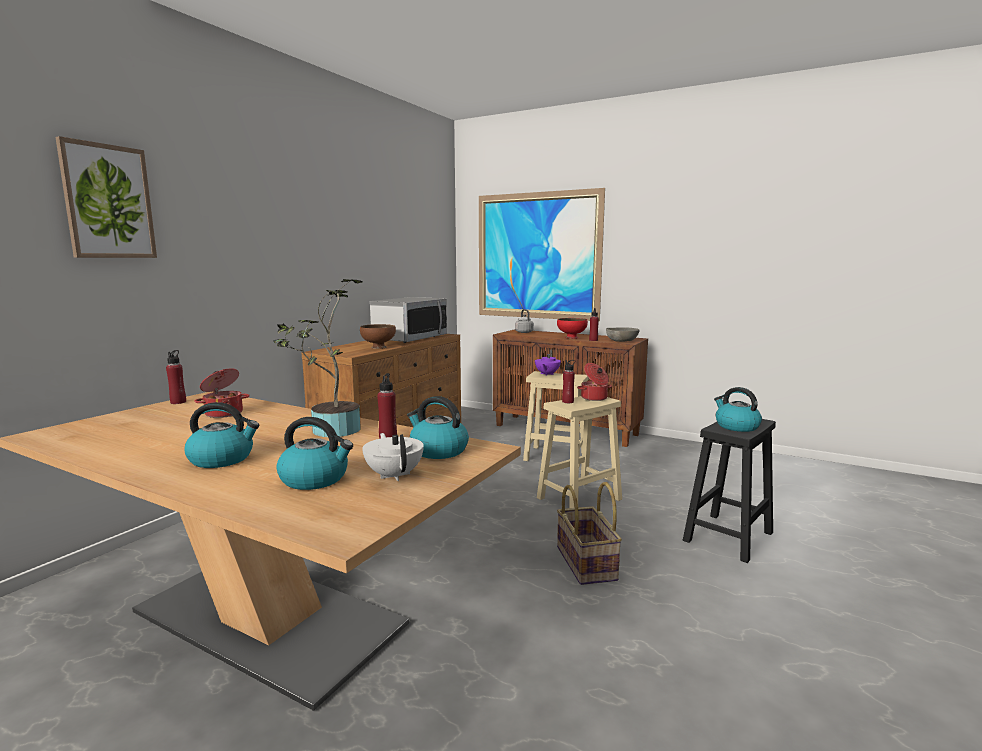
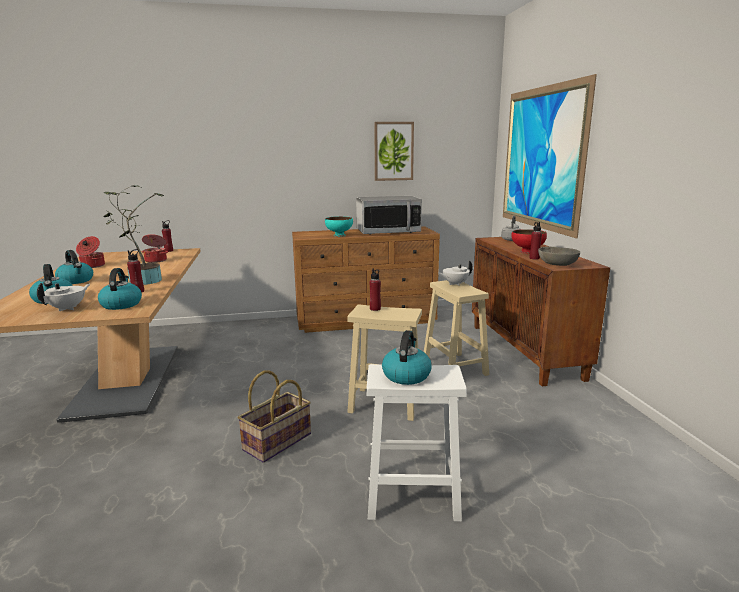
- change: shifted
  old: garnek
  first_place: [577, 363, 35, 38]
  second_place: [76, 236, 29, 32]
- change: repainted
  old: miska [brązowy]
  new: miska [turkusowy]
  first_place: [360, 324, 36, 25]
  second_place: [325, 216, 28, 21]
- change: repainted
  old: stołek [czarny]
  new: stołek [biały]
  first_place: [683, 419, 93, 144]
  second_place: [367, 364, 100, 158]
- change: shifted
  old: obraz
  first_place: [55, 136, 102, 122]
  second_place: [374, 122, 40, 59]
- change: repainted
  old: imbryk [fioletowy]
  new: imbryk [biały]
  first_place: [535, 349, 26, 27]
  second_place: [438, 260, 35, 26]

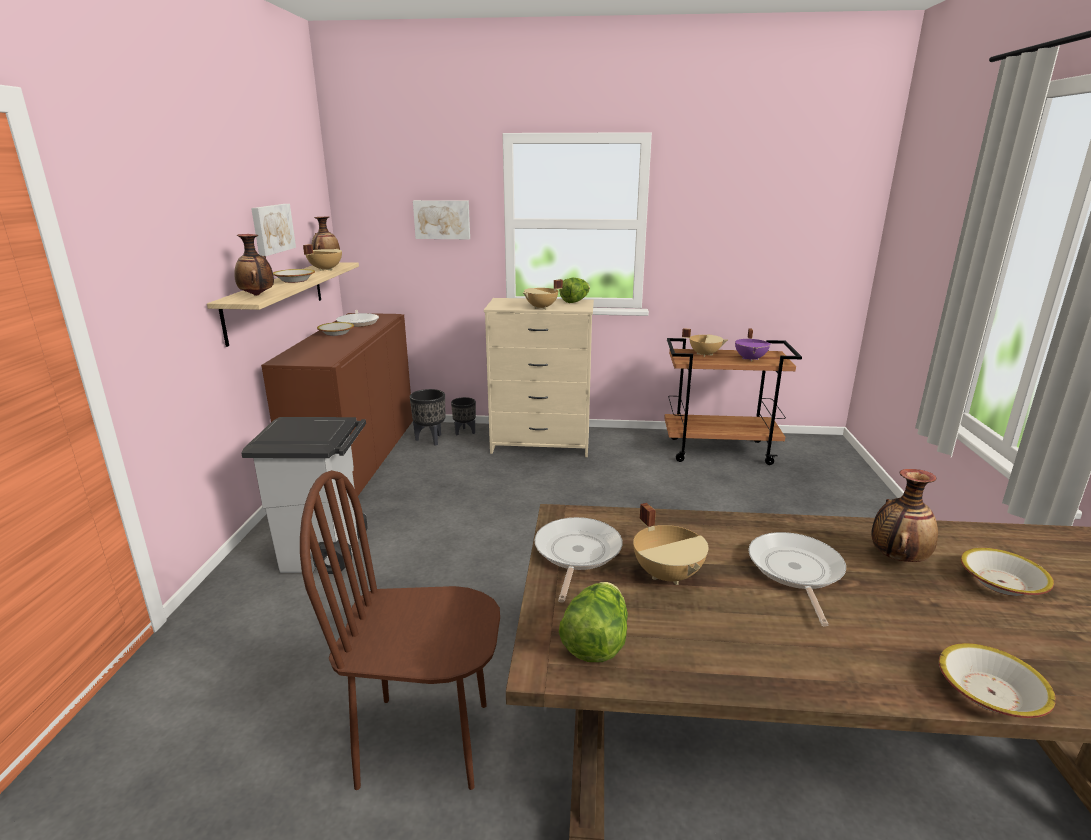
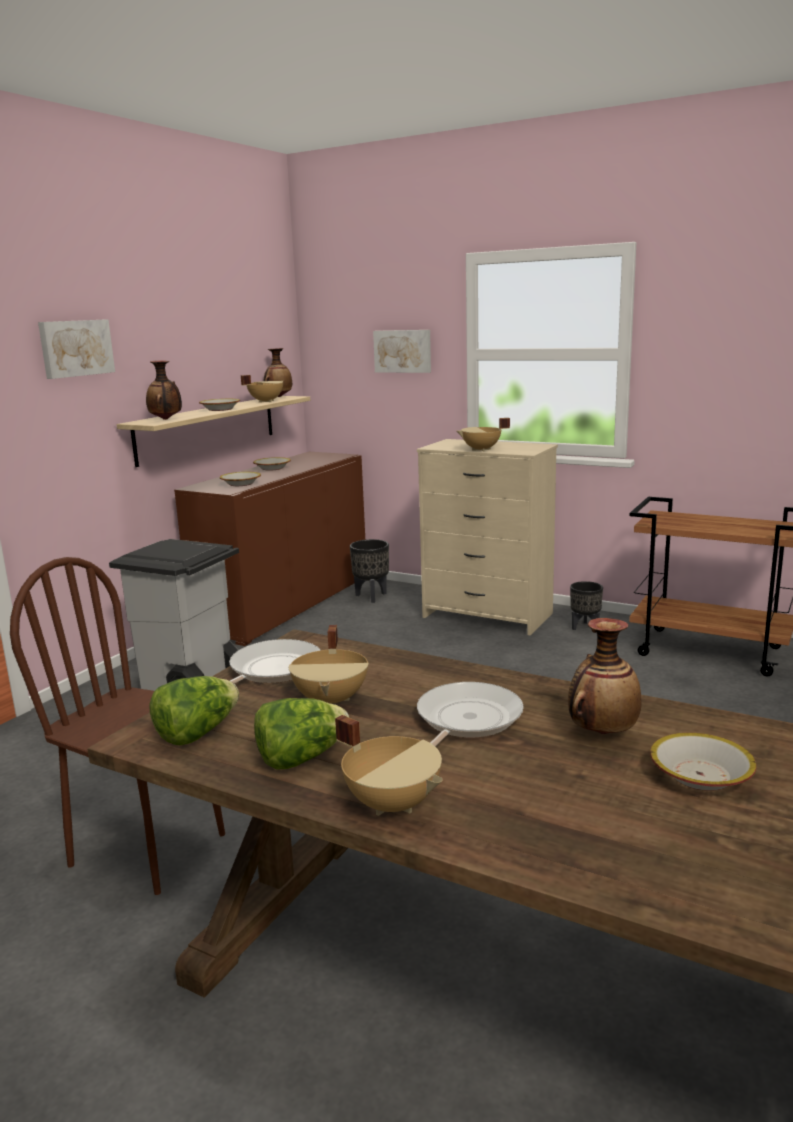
- change: shifted
  old: obraz
  first_place: [251, 204, 45, 52]
  second_place: [38, 319, 77, 60]
- change: shifted
  old: miska
  first_place: [939, 643, 117, 75]
  second_place: [220, 472, 41, 14]
- change: shifted
  old: sałata
  first_place: [559, 278, 31, 25]
  second_place: [254, 698, 95, 72]
- change: shifted
  old: garnek [beżowy]
  first_place: [682, 328, 46, 29]
  second_place: [335, 715, 108, 101]
- change: shifted
  old: donica [czarny]
  first_place: [451, 397, 25, 38]
  second_place: [570, 581, 33, 49]
- change: gone
  old: patelnia
  first_place: [336, 310, 43, 17]
- change: gone
  old: garnek [fioletowy]
  first_place: [735, 329, 36, 33]

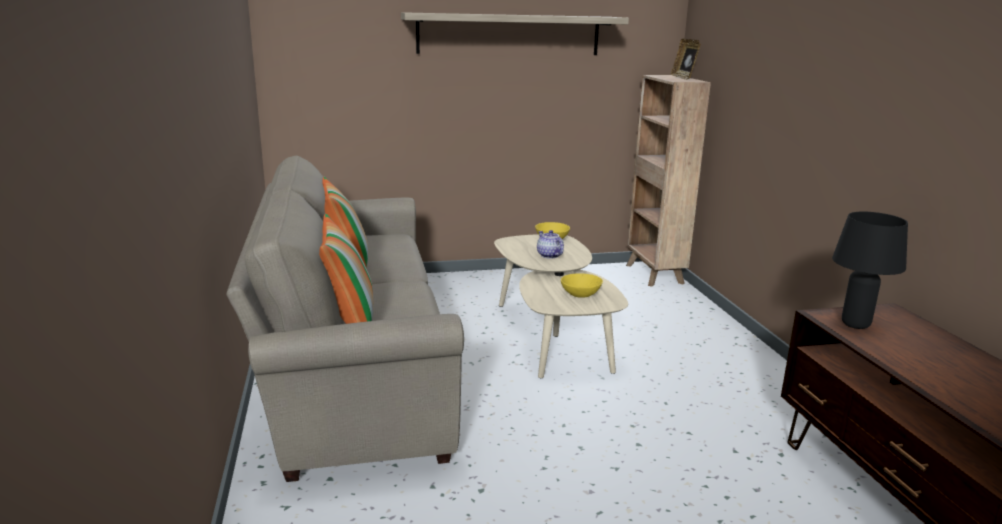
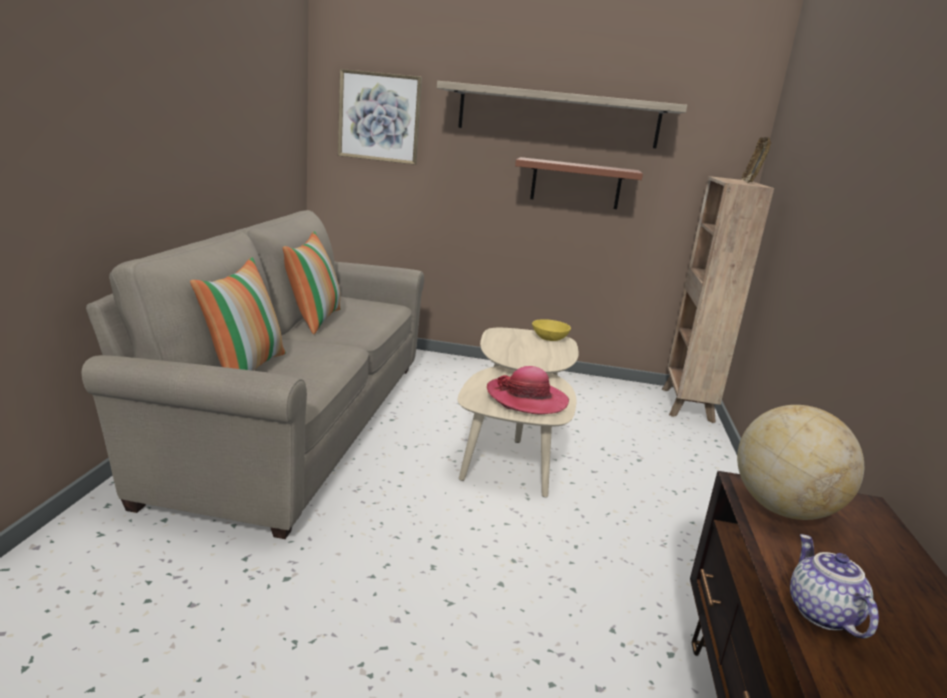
- change: new
  new: obraz
  second_place: [338, 69, 84, 96]
- change: swapped
  old: miska [żółty]
  new: kapelusz
  first_place: [561, 273, 42, 25]
  second_place: [487, 366, 82, 48]
- change: new
  new: półka [brązowy]
  second_place: [515, 157, 128, 52]
- change: swapped
  old: lampa stołowa [czarny]
  new: globus
  first_place: [832, 211, 76, 118]
  second_place: [737, 405, 127, 115]
- change: shifted
  old: imbryk
  first_place: [537, 230, 27, 29]
  second_place: [790, 534, 89, 105]

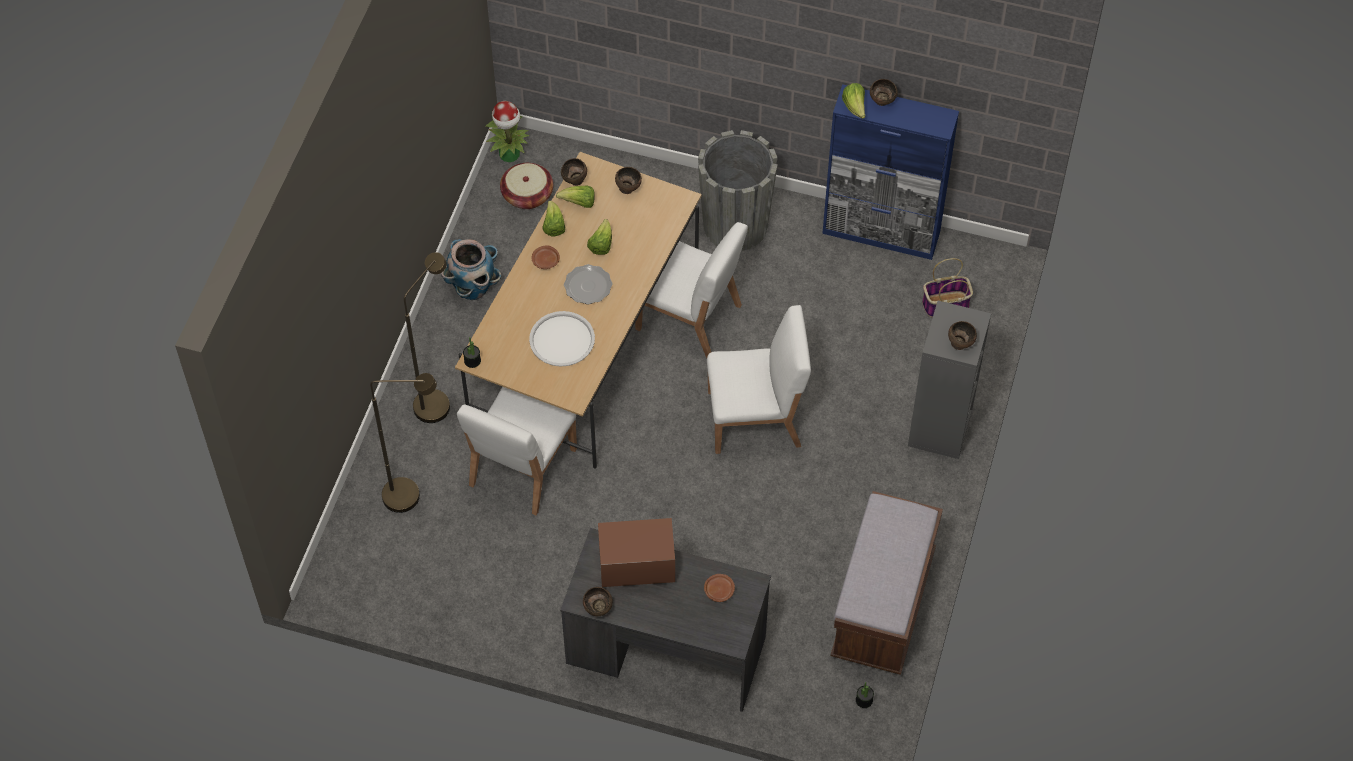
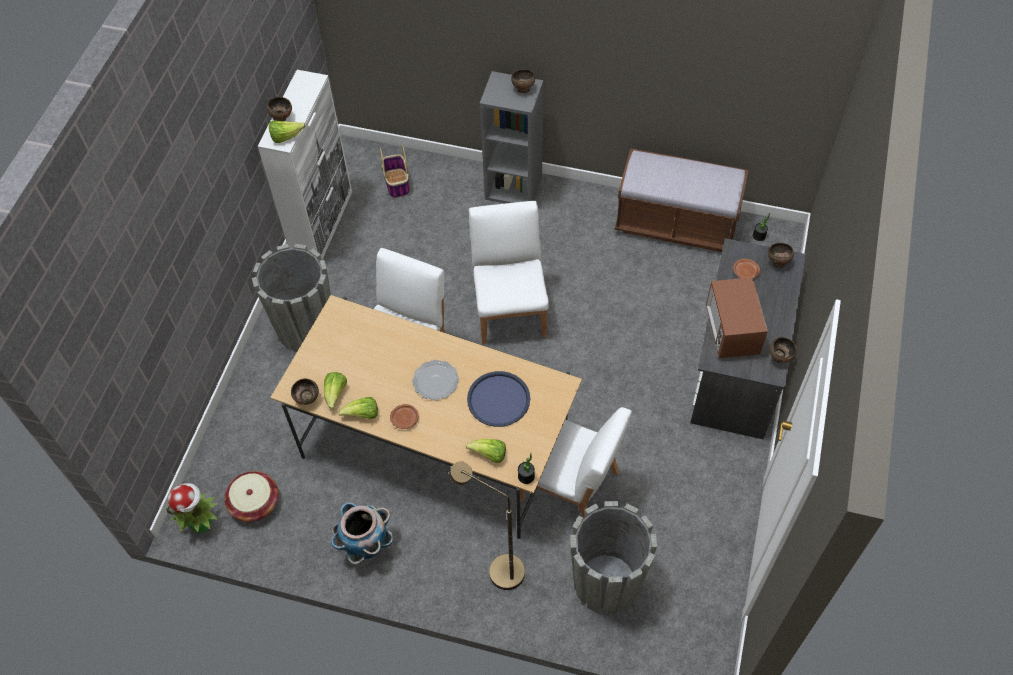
- change: repainted
  old: szafka [niebieski]
  new: szafka [biały]
  first_place: [822, 84, 137, 176]
  second_place: [258, 70, 94, 190]
- change: shifted
  old: sałata
  first_place: [587, 219, 25, 36]
  second_place: [466, 439, 40, 24]
- change: repainted
  old: taca [biały]
  new: taca [niebieski]
  first_place: [529, 311, 66, 56]
  second_place: [467, 371, 63, 56]
- change: swapped
  old: lampa stojąca [brązowy]
  new: donica [szary]
  first_place: [370, 373, 67, 140]
  second_place: [570, 501, 87, 114]
- change: shifted
  old: miska [brązowy]
  first_place: [615, 167, 27, 27]
  second_place: [768, 243, 26, 25]

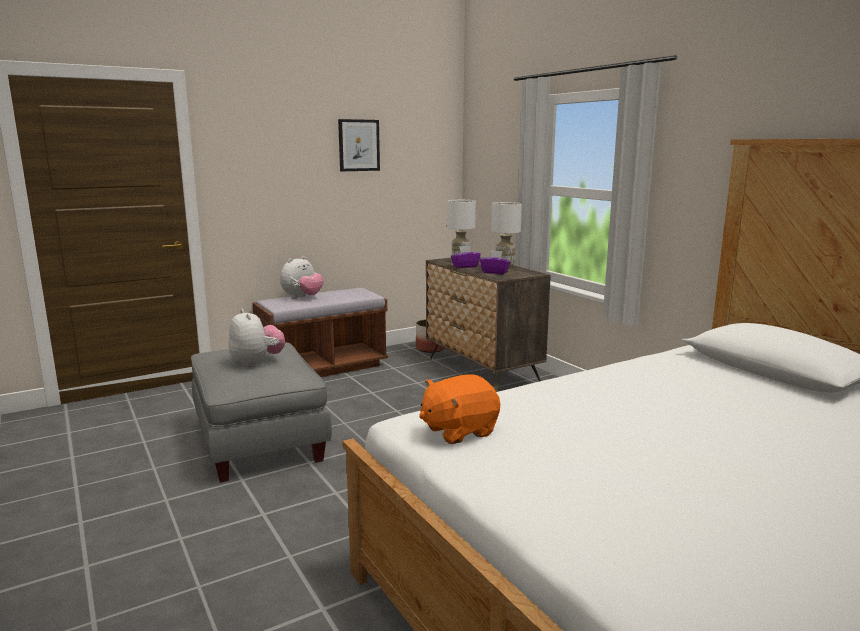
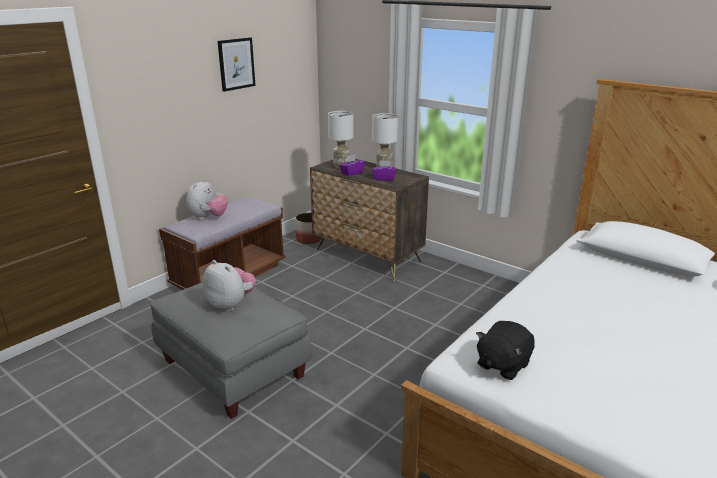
- change: repainted
  old: pluszak [pomarańczowy]
  new: pluszak [czarny]
  first_place: [419, 374, 81, 70]
  second_place: [476, 321, 59, 59]

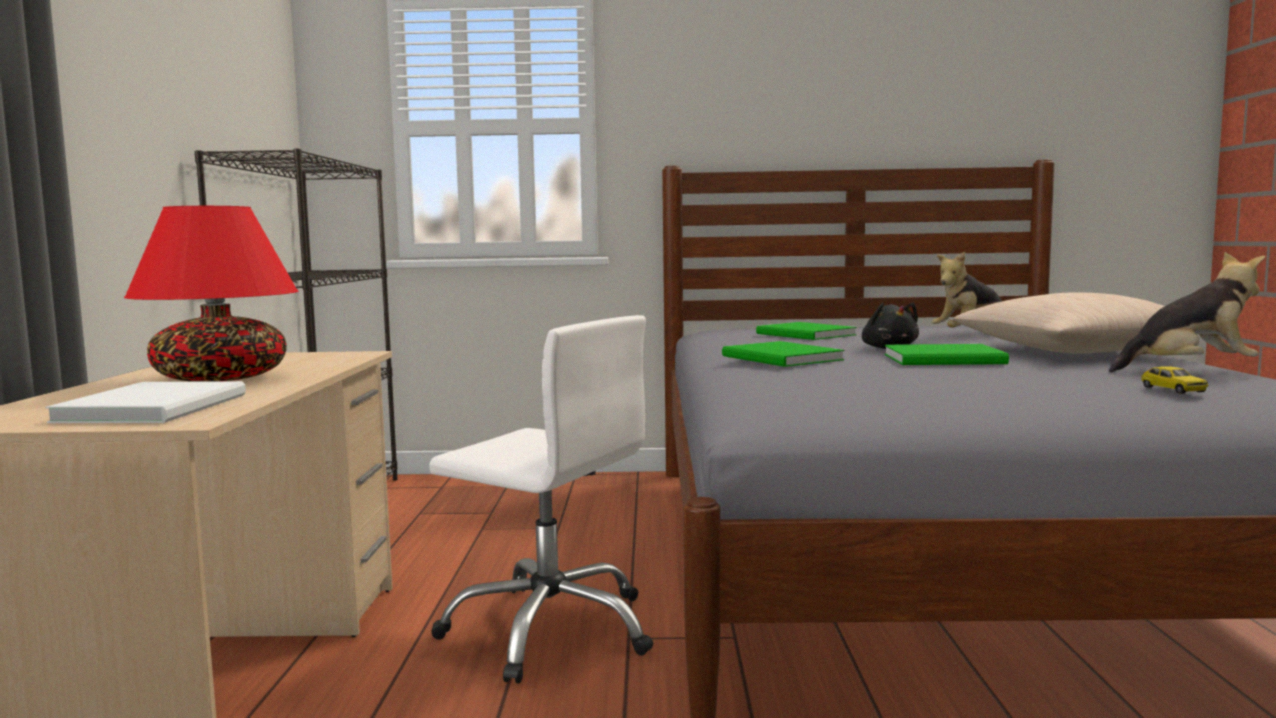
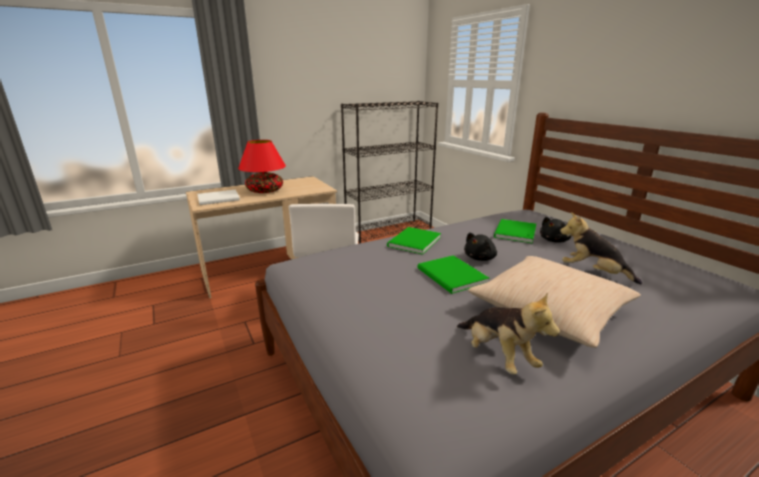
- change: new
  new: pluszak [czarny]
  second_place: [540, 217, 31, 26]
- change: gone
  old: samochodzik
  first_place: [1141, 366, 68, 28]

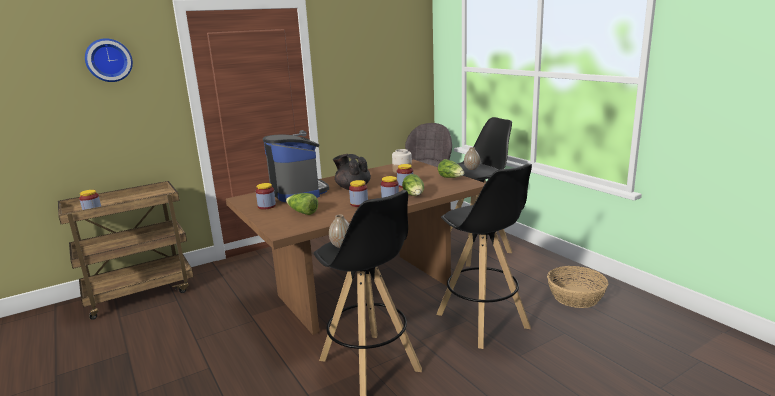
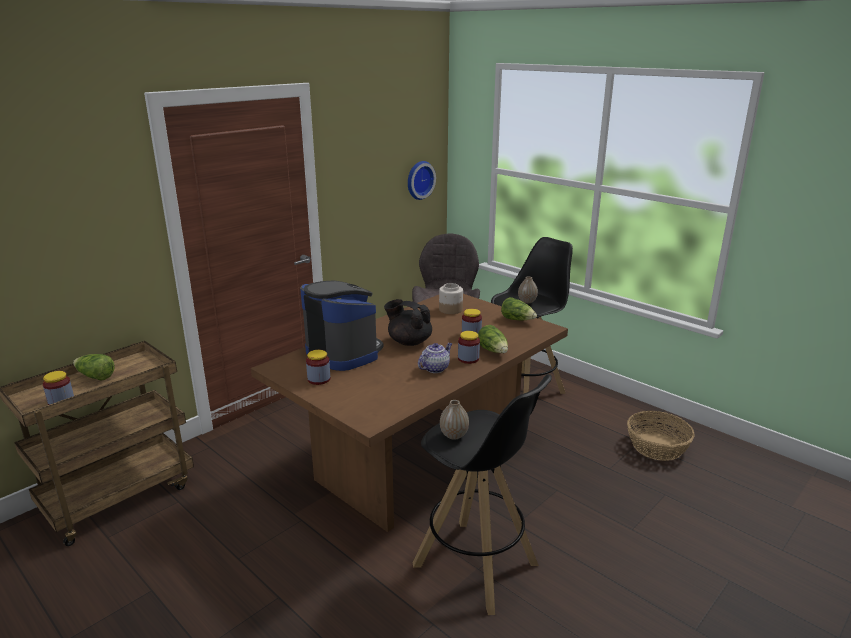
- change: shifted
  old: sałata
  first_place: [286, 193, 32, 22]
  second_place: [73, 354, 42, 27]
- change: shifted
  old: zegar ścienny
  first_place: [85, 38, 48, 44]
  second_place: [408, 161, 28, 39]
- change: swapped
  old: słoik
  new: imbryk
  first_place: [349, 180, 19, 27]
  second_place: [418, 343, 34, 30]
- change: gone
  old: stołek [czarny]
  first_place: [436, 163, 96, 186]

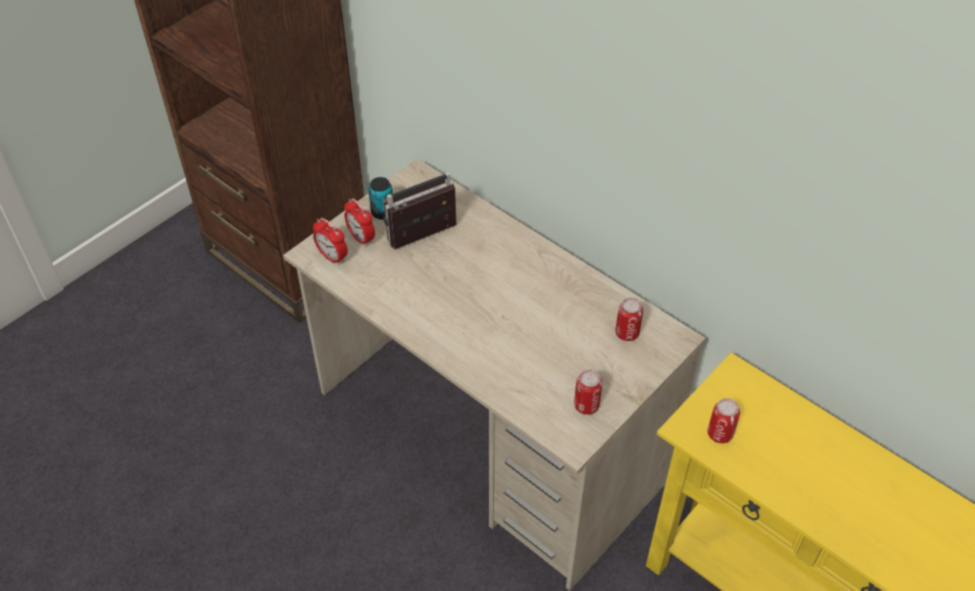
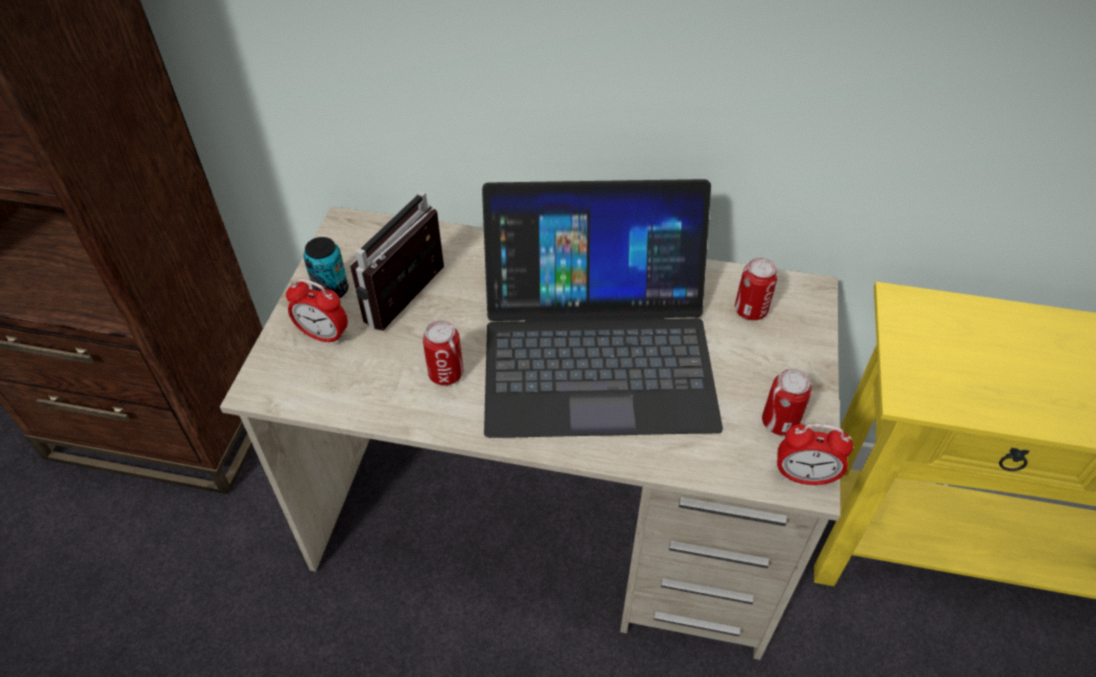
- change: shifted
  old: puszka
  first_place: [707, 398, 33, 45]
  second_place: [423, 320, 41, 65]
- change: new
  new: laptop
  second_place: [482, 179, 241, 259]
- change: shifted
  old: budzik
  first_place: [313, 218, 35, 47]
  second_place: [777, 424, 76, 62]

